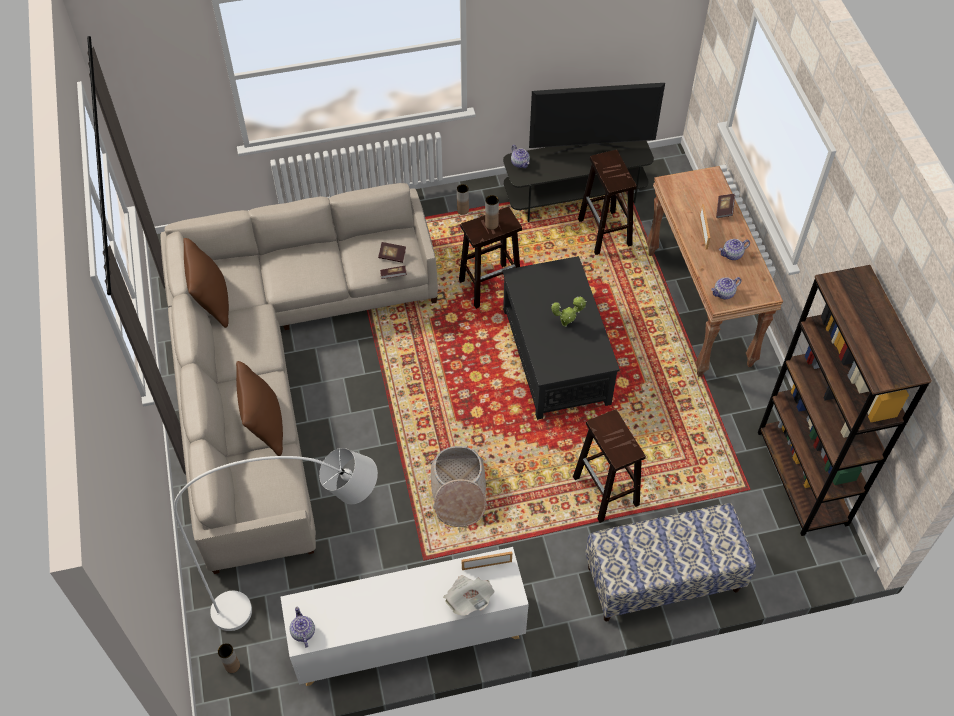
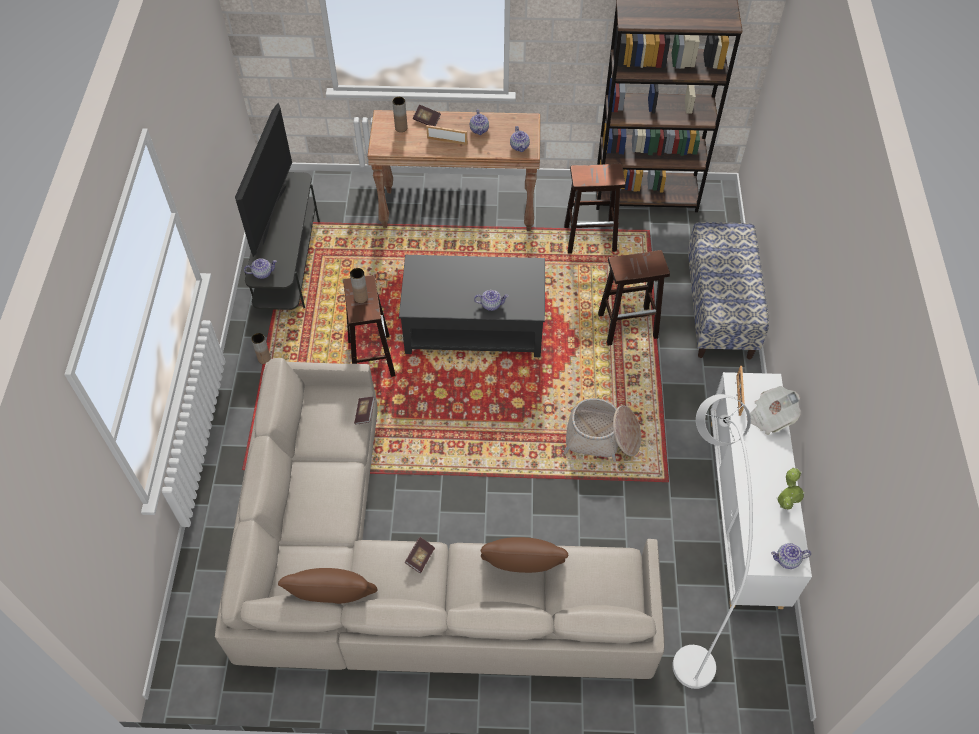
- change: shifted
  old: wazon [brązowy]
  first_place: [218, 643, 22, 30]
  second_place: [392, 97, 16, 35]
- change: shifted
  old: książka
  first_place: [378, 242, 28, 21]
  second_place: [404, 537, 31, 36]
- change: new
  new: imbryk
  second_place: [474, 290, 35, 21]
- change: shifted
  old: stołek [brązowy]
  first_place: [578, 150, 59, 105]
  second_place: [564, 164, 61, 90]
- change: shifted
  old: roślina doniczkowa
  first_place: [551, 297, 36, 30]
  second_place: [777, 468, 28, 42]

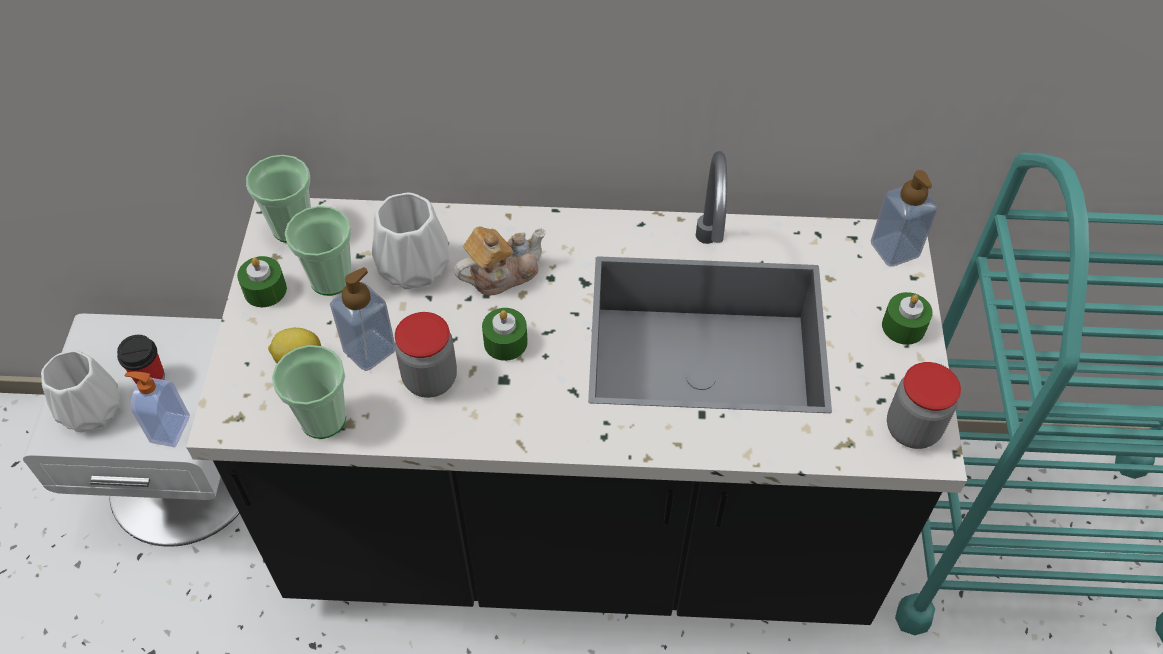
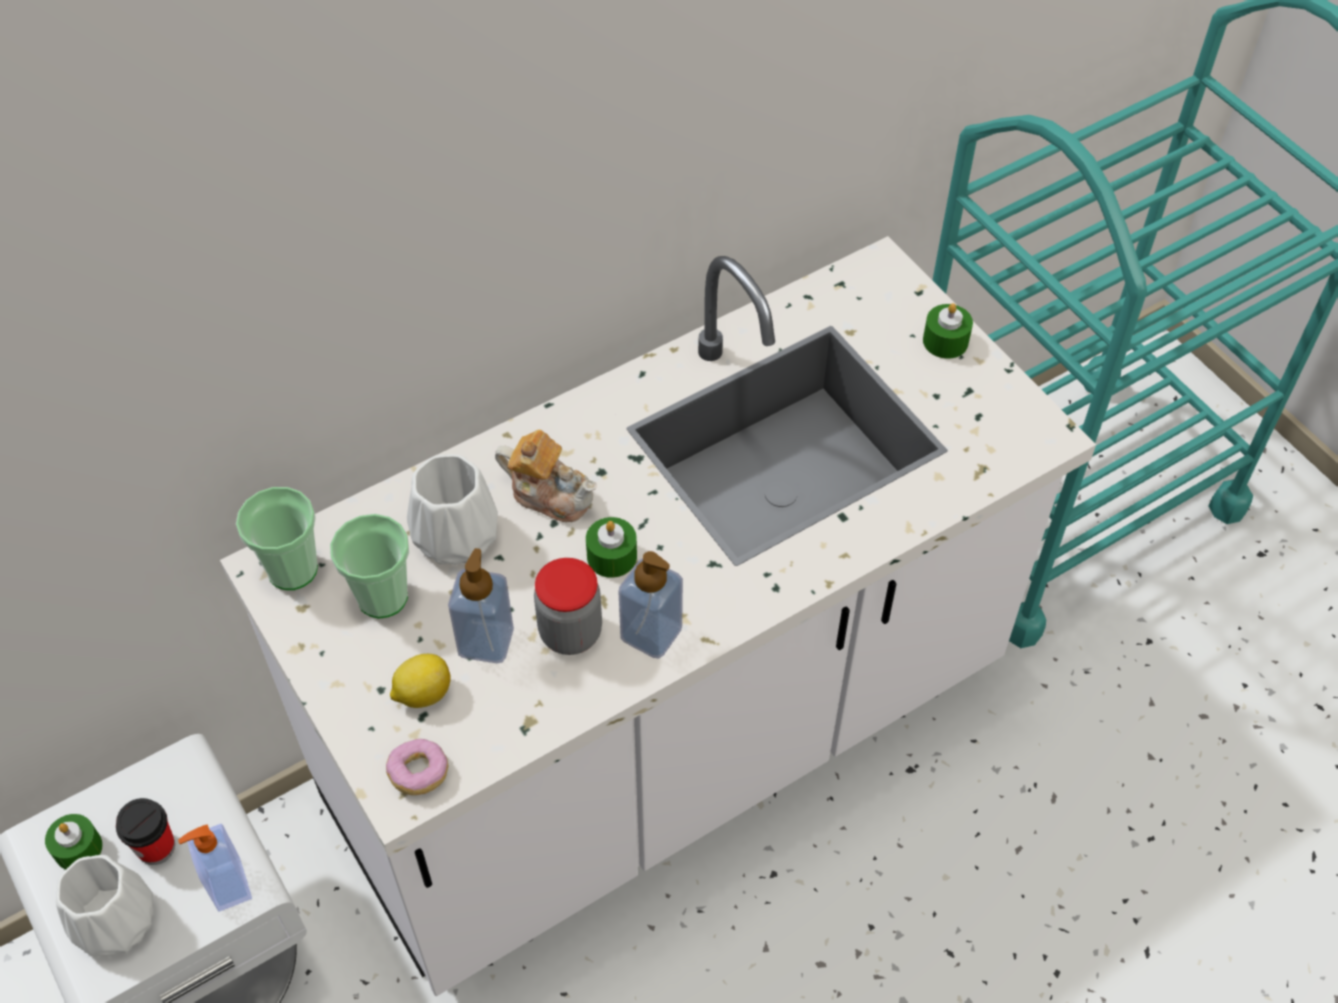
- change: shifted
  old: świeca [zielony]
  first_place: [237, 256, 50, 51]
  second_place: [45, 814, 58, 56]
- change: repainted
  old: zabudowa kuchenna [czarny]
  new: zabudowa kuchenna [biały]
  first_place: [186, 151, 781, 474]
  second_place: [220, 236, 876, 760]
- change: new
  new: donut
  second_place: [386, 739, 62, 56]
- change: rotated
  old: imbryk
  first_place: [454, 226, 92, 70]
  second_place: [495, 430, 101, 92]
  degrees: 90
- change: shifted
  old: dozownik mydła
  first_place: [871, 170, 67, 97]
  second_place: [618, 551, 65, 108]
- change: gone
  old: filiżanka
  first_place: [272, 345, 74, 94]
- change: gone
  old: słoik
  first_place: [887, 362, 74, 87]

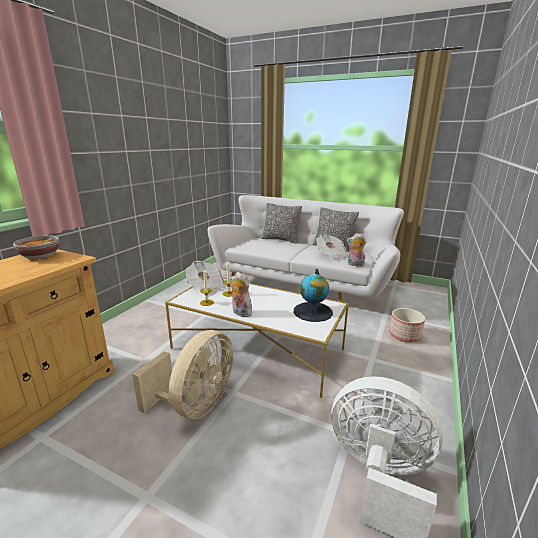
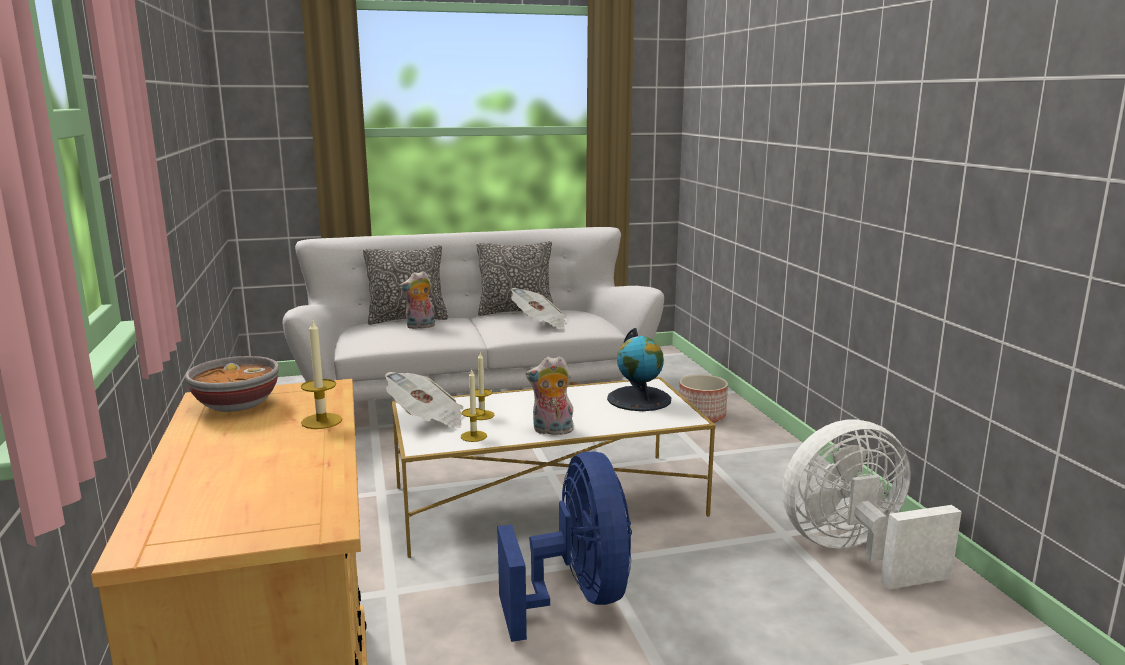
- change: new
  new: świeca
  second_place: [301, 318, 41, 111]
- change: shifted
  old: pluszak
  first_place: [347, 233, 19, 34]
  second_place: [399, 271, 36, 58]
- change: repainted
  old: wentylator [beżowy]
  new: wentylator [niebieski]
  first_place: [132, 330, 101, 89]
  second_place: [497, 451, 135, 191]

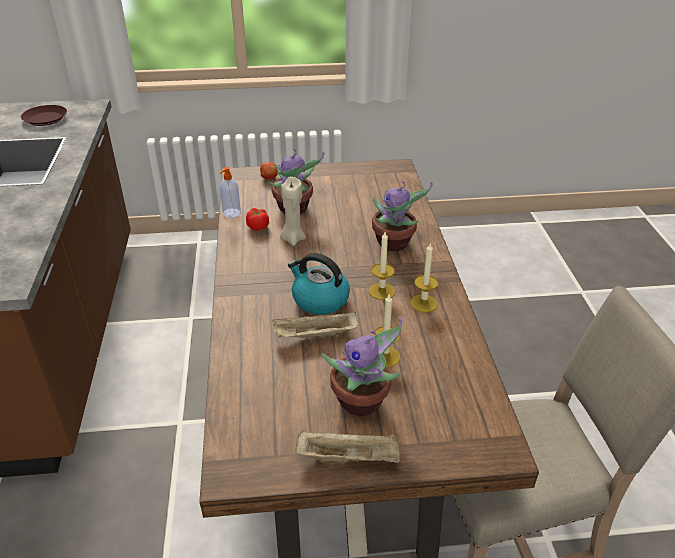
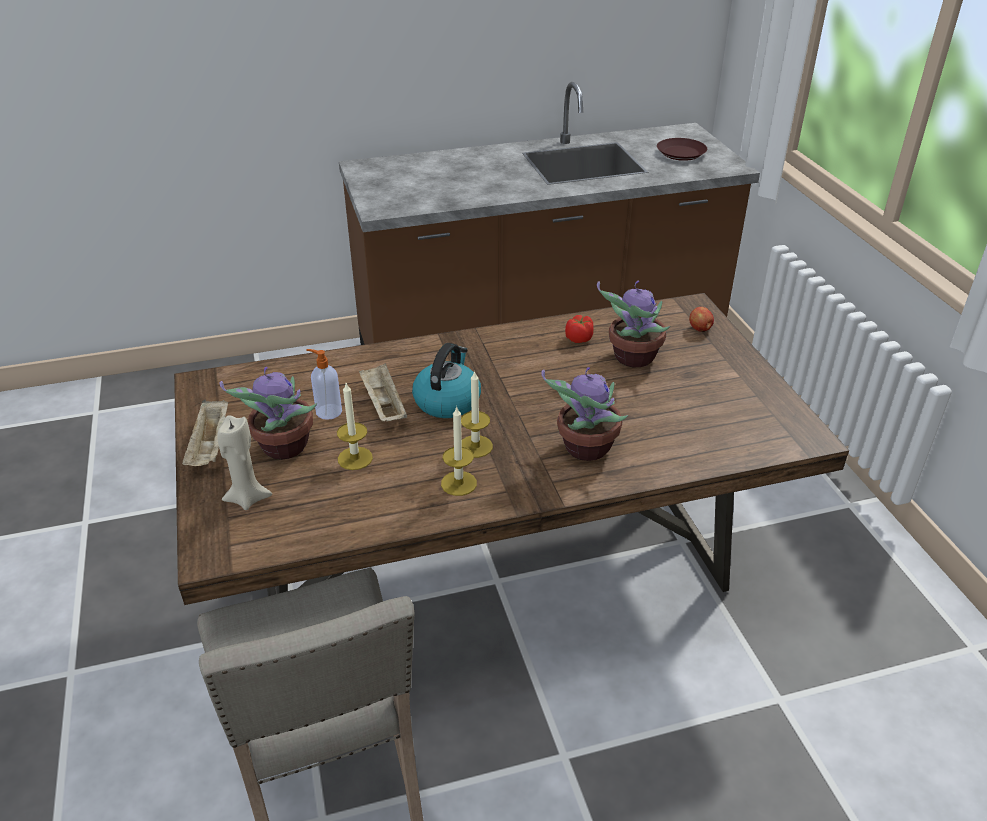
- change: shifted
  old: świeca [beżowy]
  first_place: [280, 177, 26, 69]
  second_place: [217, 415, 55, 95]
- change: shifted
  old: dozownik mydła
  first_place: [220, 167, 21, 50]
  second_place: [306, 349, 36, 71]

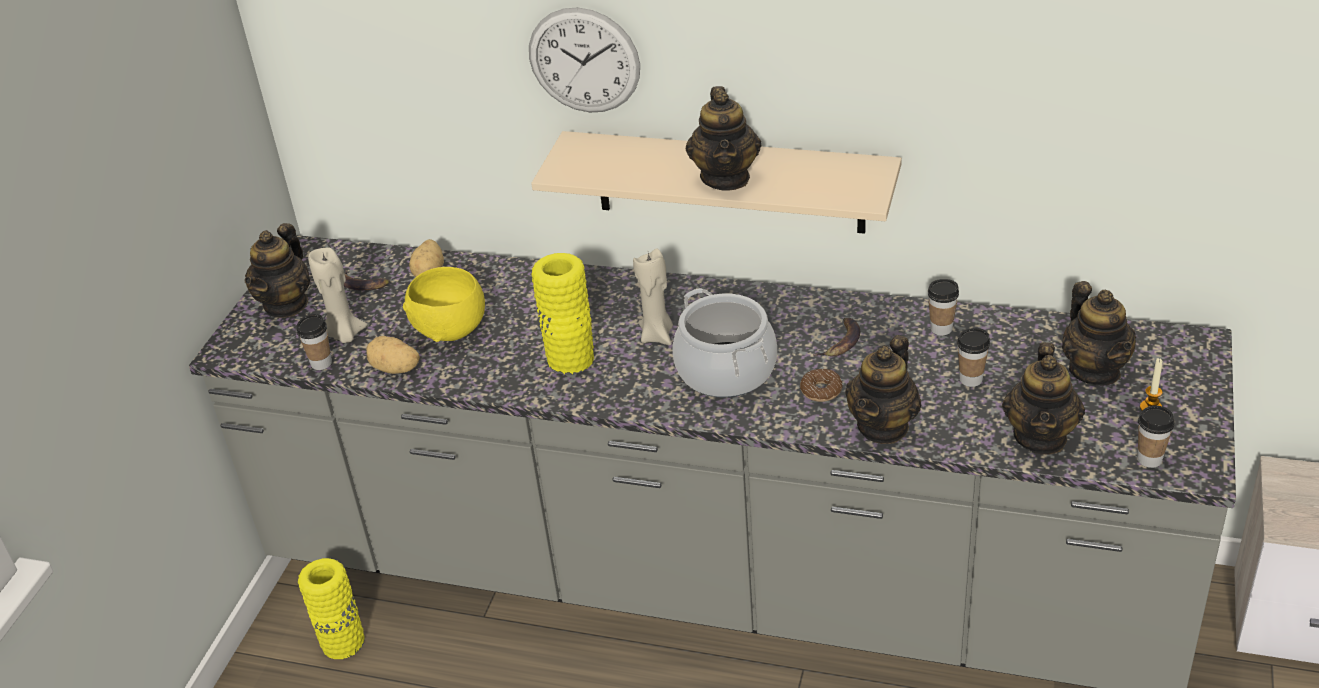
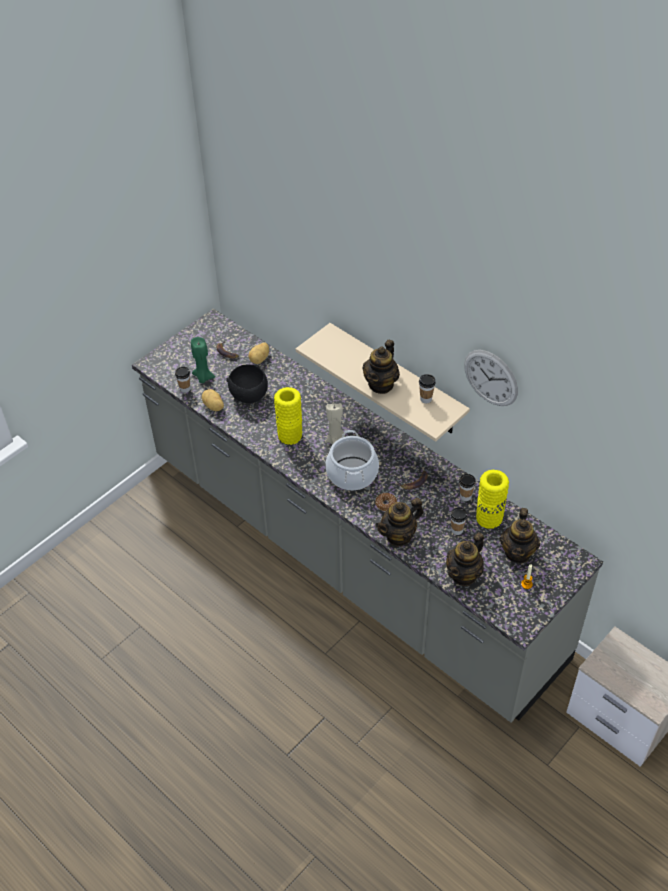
- change: repainted
  old: świeca [beżowy]
  new: świeca [zielony]
  first_place: [308, 247, 60, 96]
  second_place: [191, 337, 24, 46]
- change: repainted
  old: miska [żółty]
  new: miska [czarny]
  first_place: [403, 267, 82, 75]
  second_place: [226, 364, 42, 39]
- change: shifted
  old: filiżanka
  first_place: [1137, 406, 37, 62]
  second_place: [419, 374, 17, 29]
- change: shifted
  old: zegar ścienny
  first_place: [529, 7, 111, 105]
  second_place: [464, 350, 54, 56]
- change: shifted
  old: wazon [żółty]
  first_place: [298, 558, 67, 101]
  second_place: [476, 470, 33, 59]
- change: gone
  old: imbryk
  first_place: [245, 223, 65, 95]

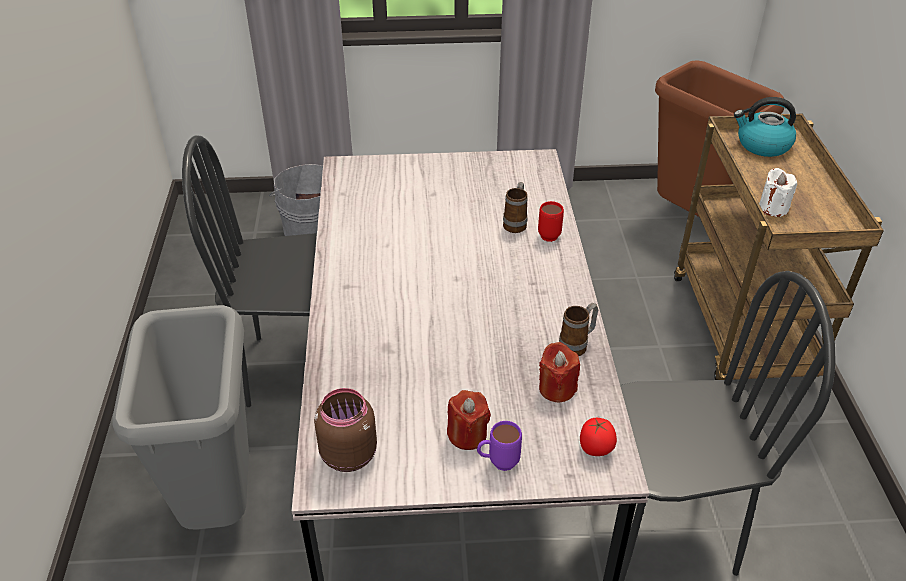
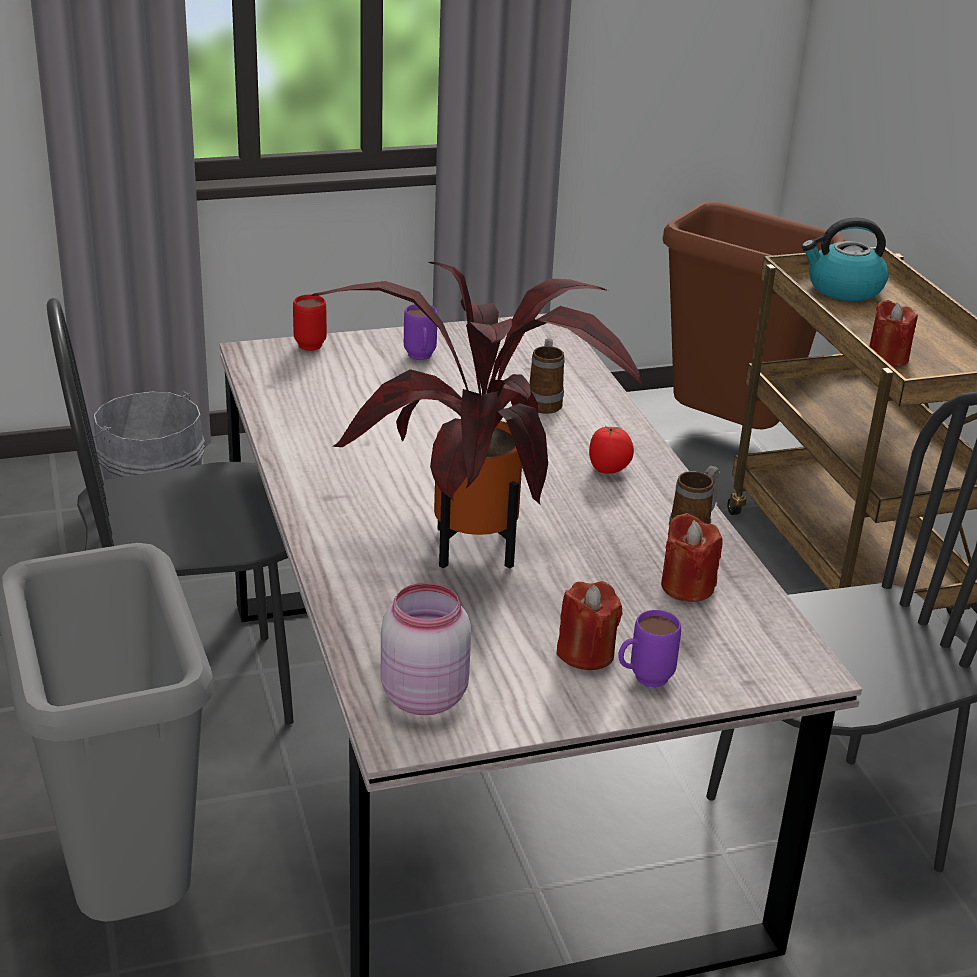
- change: shifted
  old: kubek [czerwony]
  first_place: [538, 201, 26, 41]
  second_place: [293, 294, 34, 57]
- change: new
  new: roślina doniczkowa
  second_place: [309, 262, 333, 307]
- change: repainted
  old: słoik [brązowy]
  new: słoik [różowy]
  first_place: [314, 388, 63, 84]
  second_place: [381, 583, 90, 132]
- change: new
  new: kubek [fioletowy]
  second_place: [404, 304, 33, 56]
- change: shifted
  old: pomidor
  first_place: [580, 418, 37, 38]
  second_place: [589, 426, 45, 48]
- change: repainted
  old: świeca [biały]
  new: świeca [czerwony]
  first_place: [759, 168, 38, 49]
  second_place: [869, 300, 49, 67]

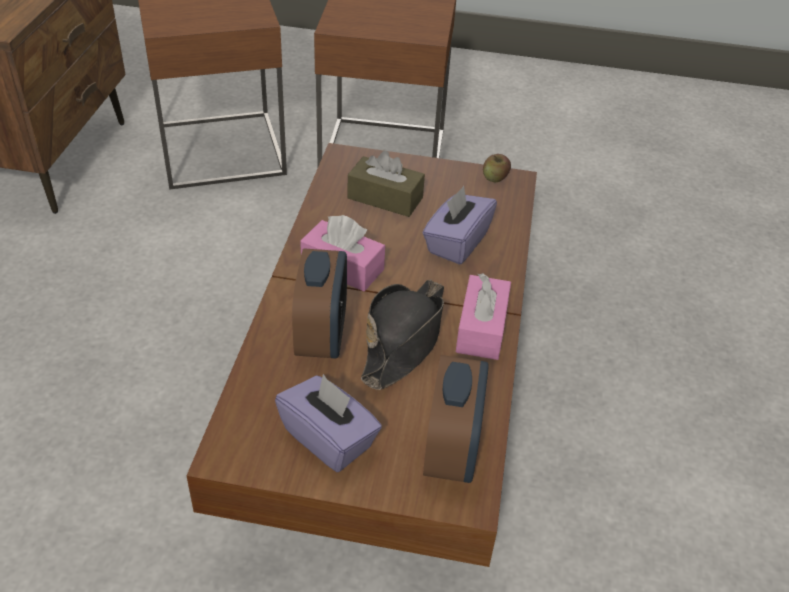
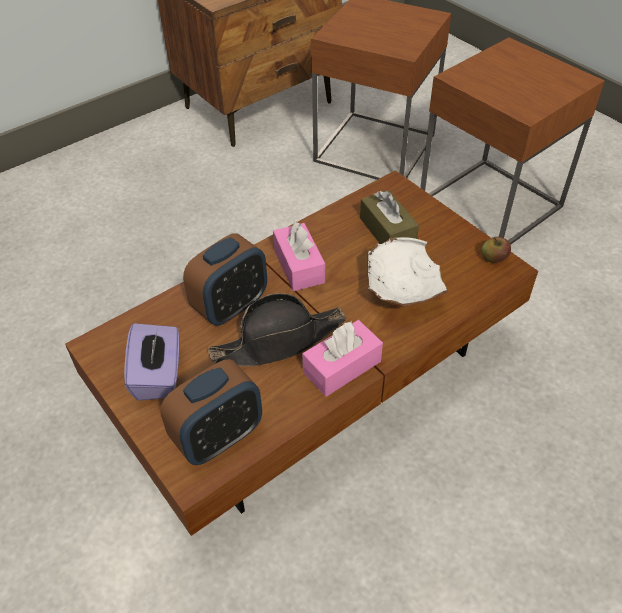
- change: swapped
  old: pudełko chusteczek [fioletowy]
  new: miska [biały]
  first_place: [423, 186, 74, 79]
  second_place: [367, 237, 81, 70]

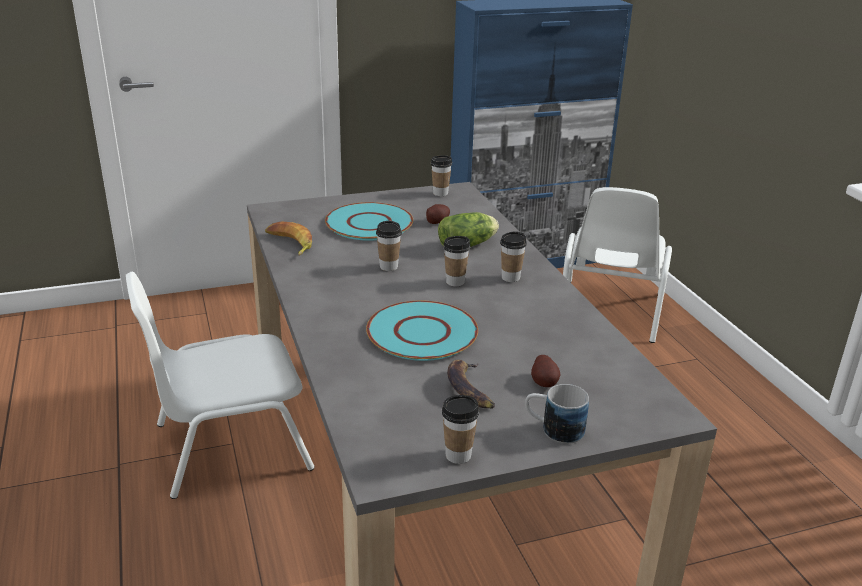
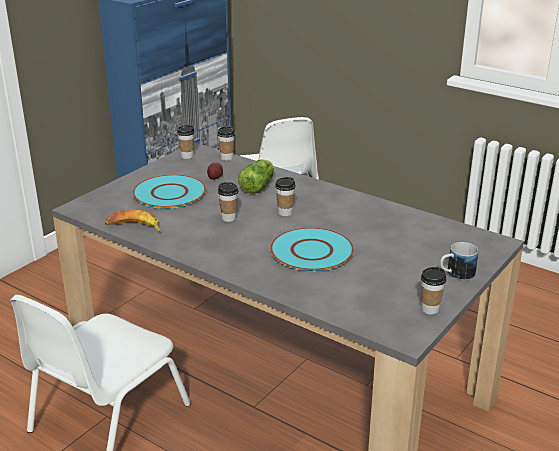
- change: shifted
  old: filiżanka
  first_place: [500, 231, 27, 51]
  second_place: [217, 126, 18, 35]
- change: gone
  old: banan
  first_place: [447, 360, 48, 49]
- change: gone
  old: ziemniak
  first_place: [531, 355, 30, 32]

